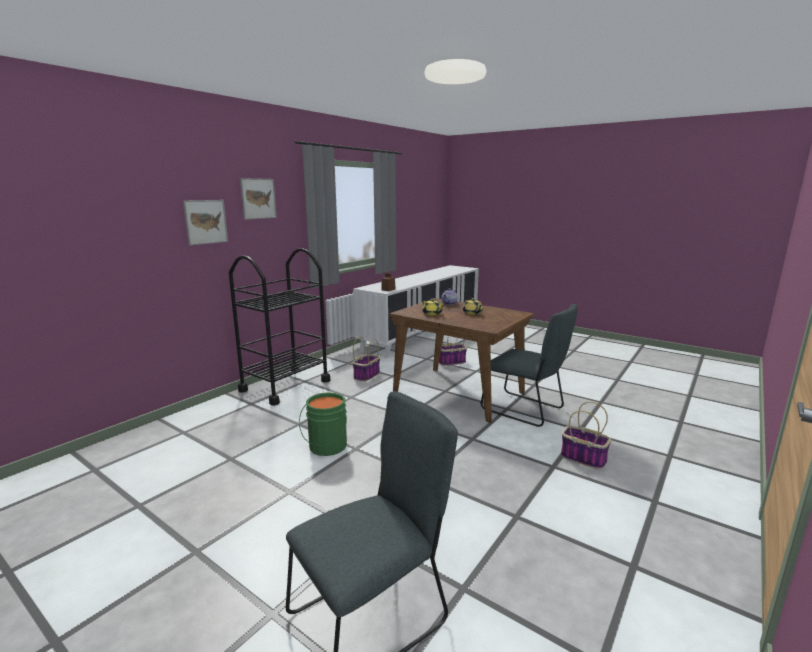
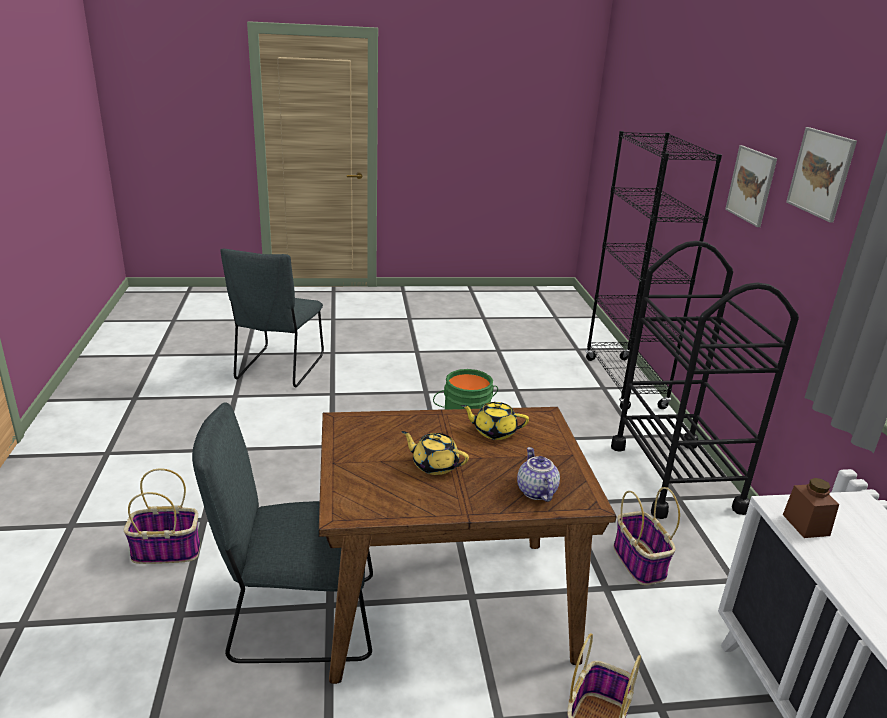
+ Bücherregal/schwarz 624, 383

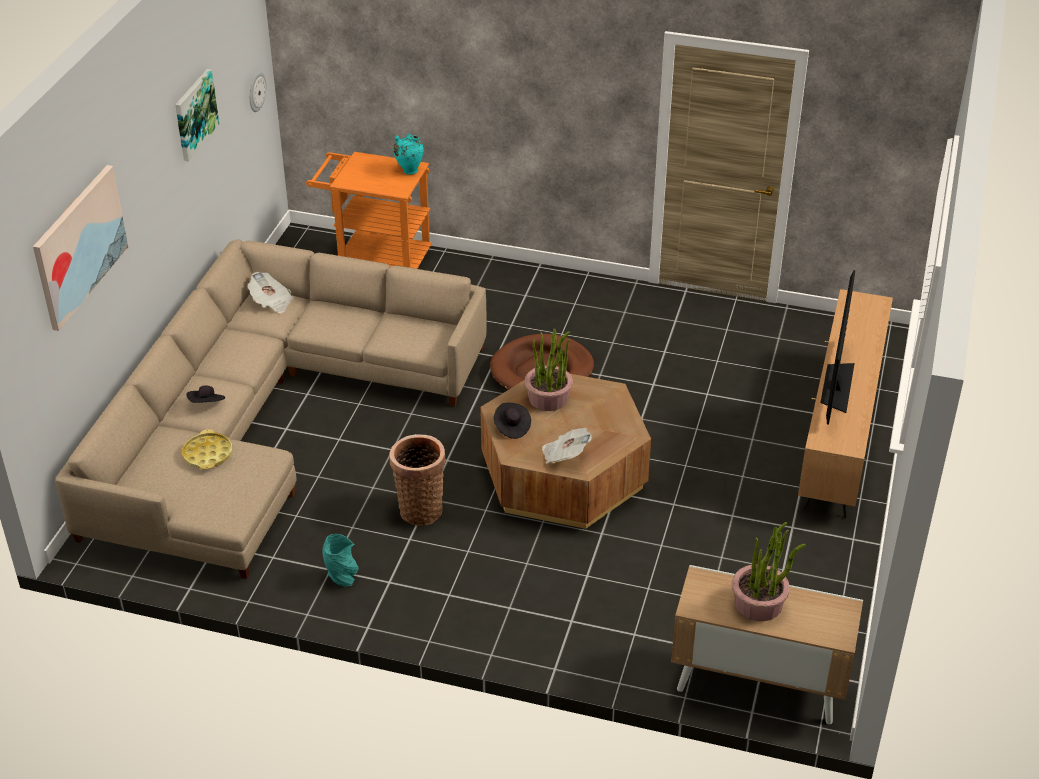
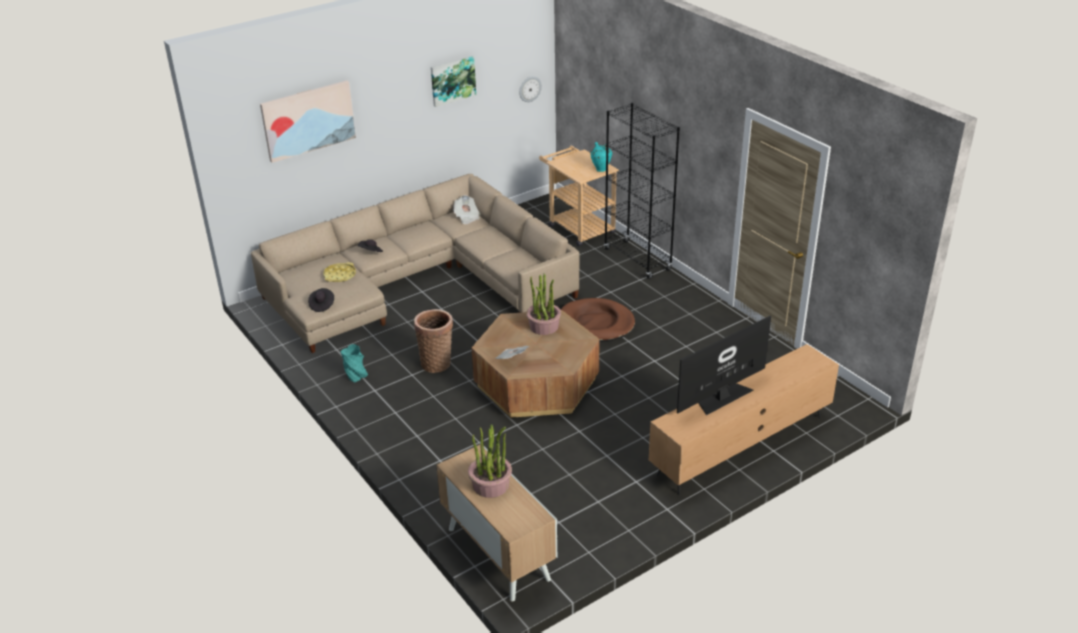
~ Hut/schwarz 511, 427 to 322, 305
~ Rollwagen/orange 375, 259 to Rollwagen/beige 578, 227
+ Bücherregal/schwarz 637, 260

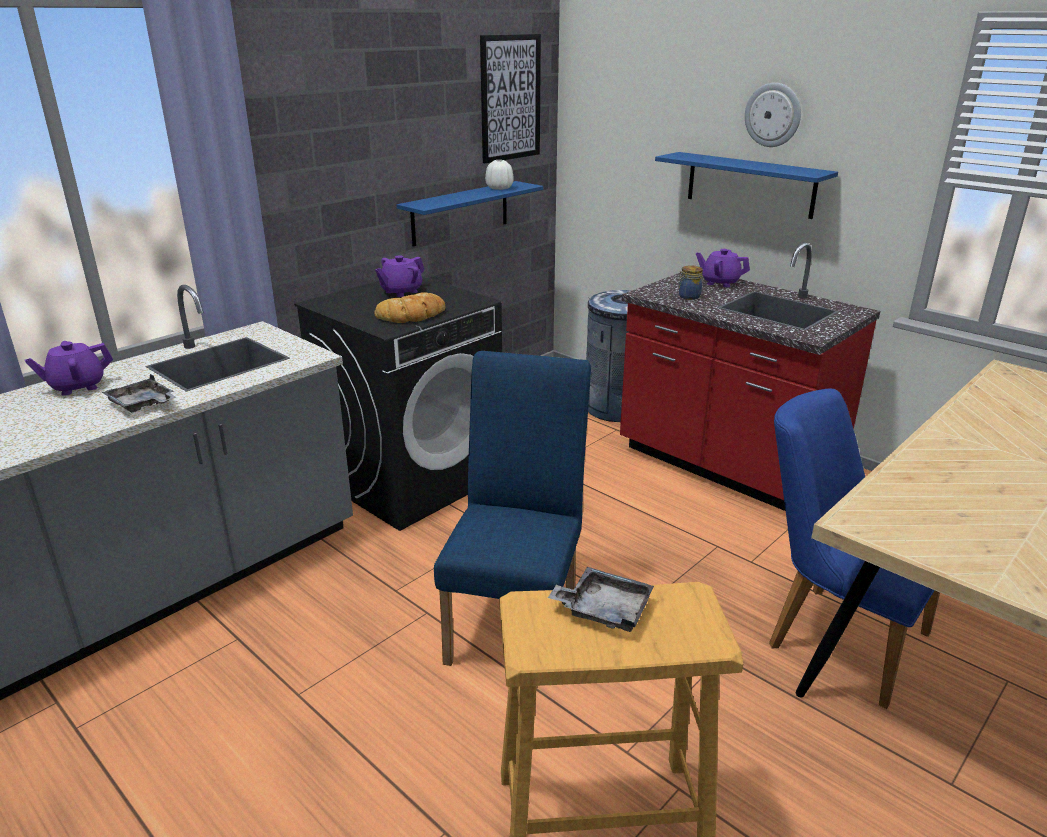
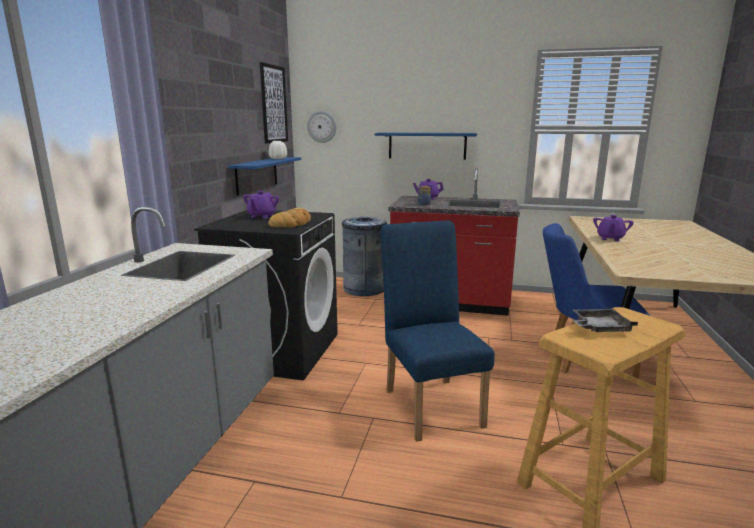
~ Wanduhr 773, 115 to 322, 126
~ Teekanne/lila 77, 386 to 610, 238
- Tablett/grau 142, 404

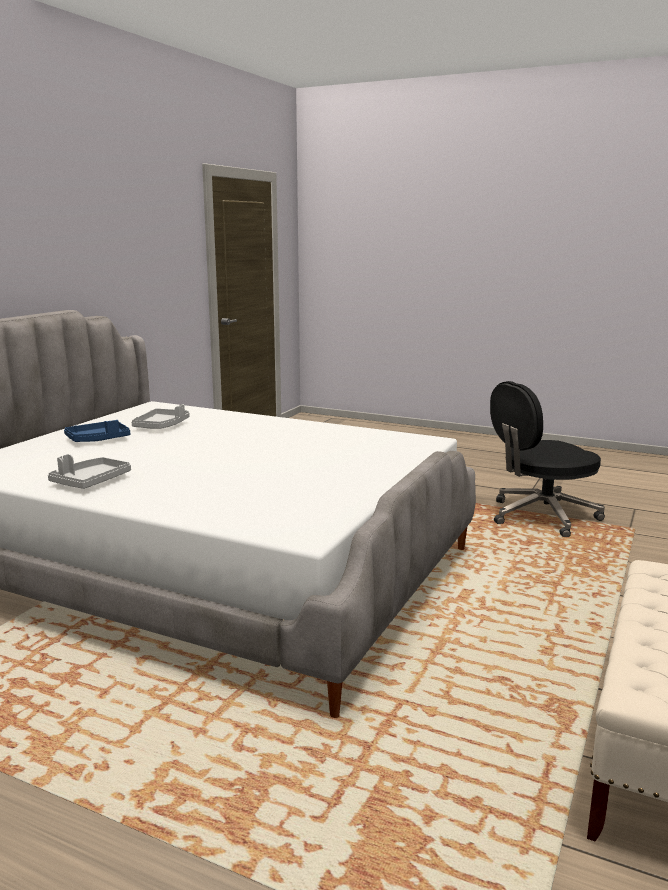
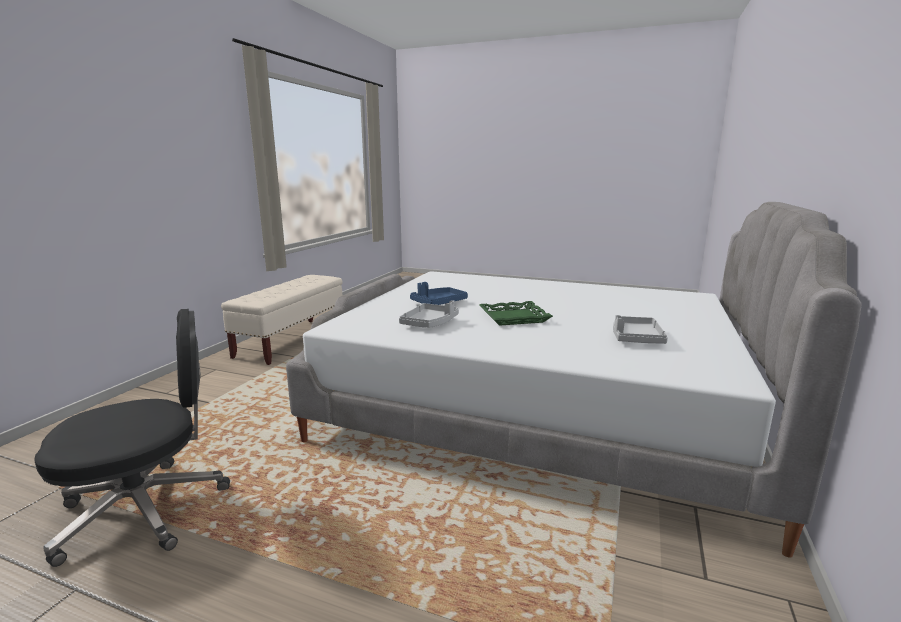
~ Tablett/grau 90, 482 to 430, 323
~ Tablett/blau 98, 440 to 438, 303
+ Tablett/grün 514, 317

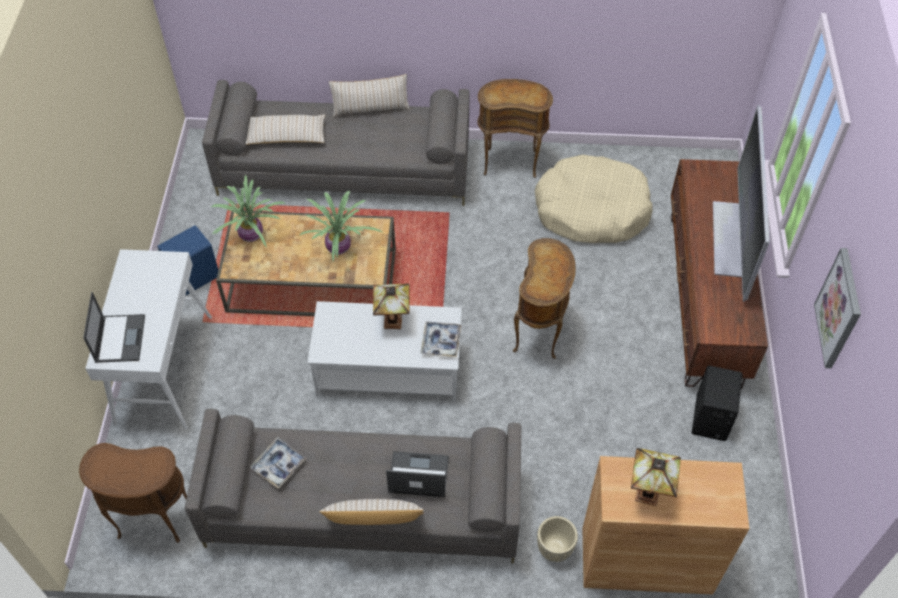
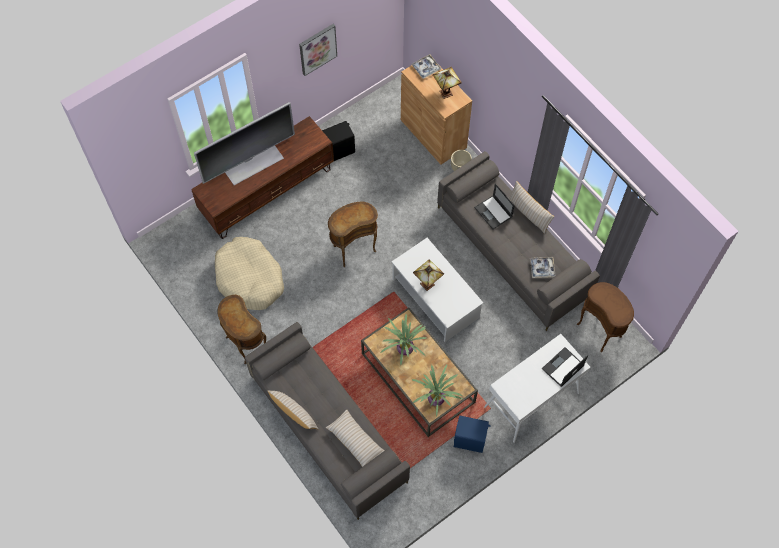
~ Tablett 441, 342 to 426, 68

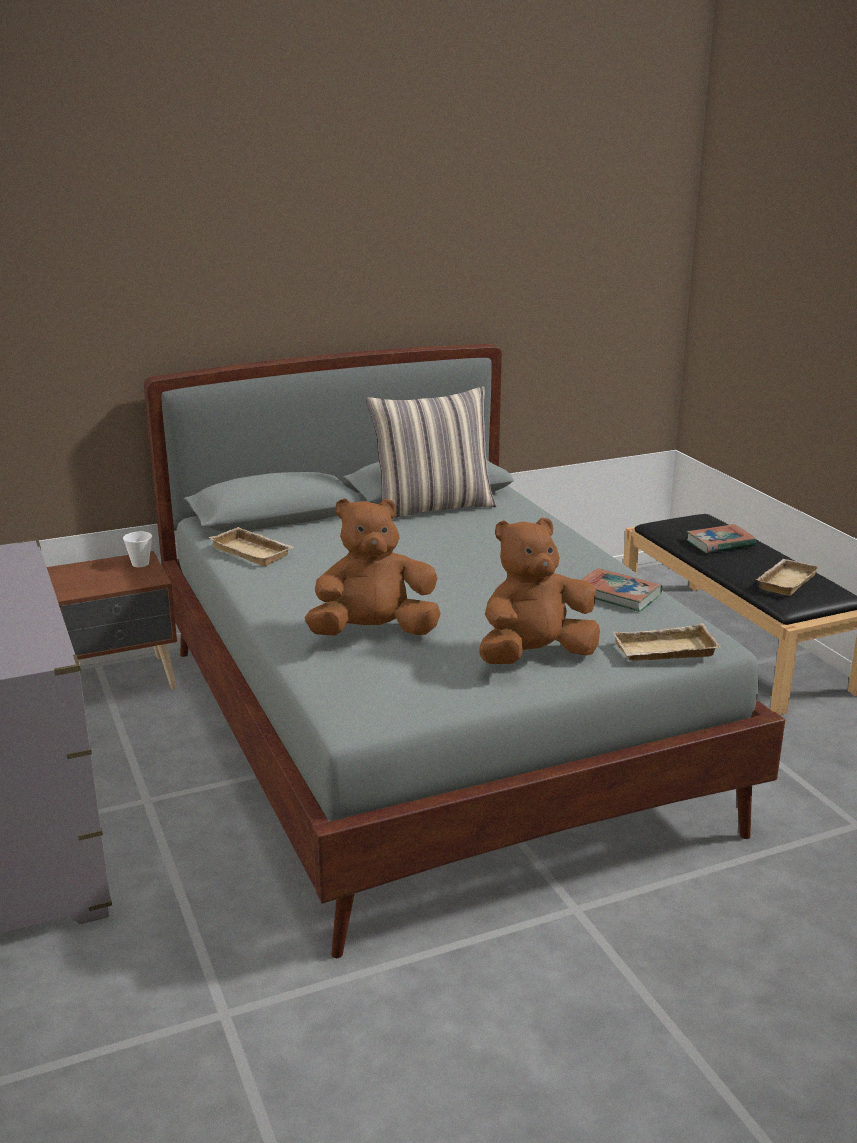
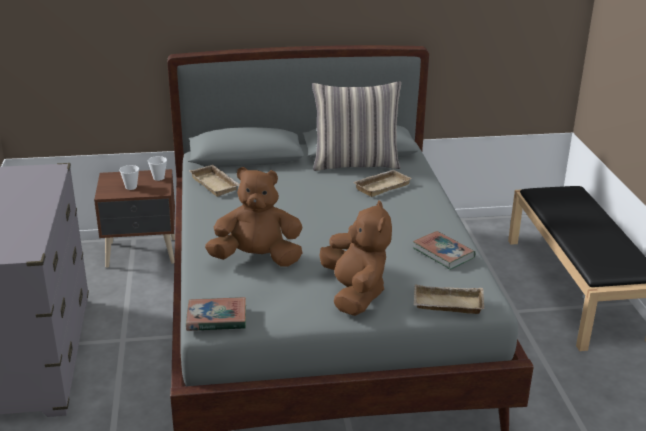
+ Tasse 131, 187
~ Buch 720, 543 to 216, 318
~ Plüschtier/braun 535, 656 = 354, 294 90 degrees clockwise
~ Tablett/beige 785, 581 to 381, 186

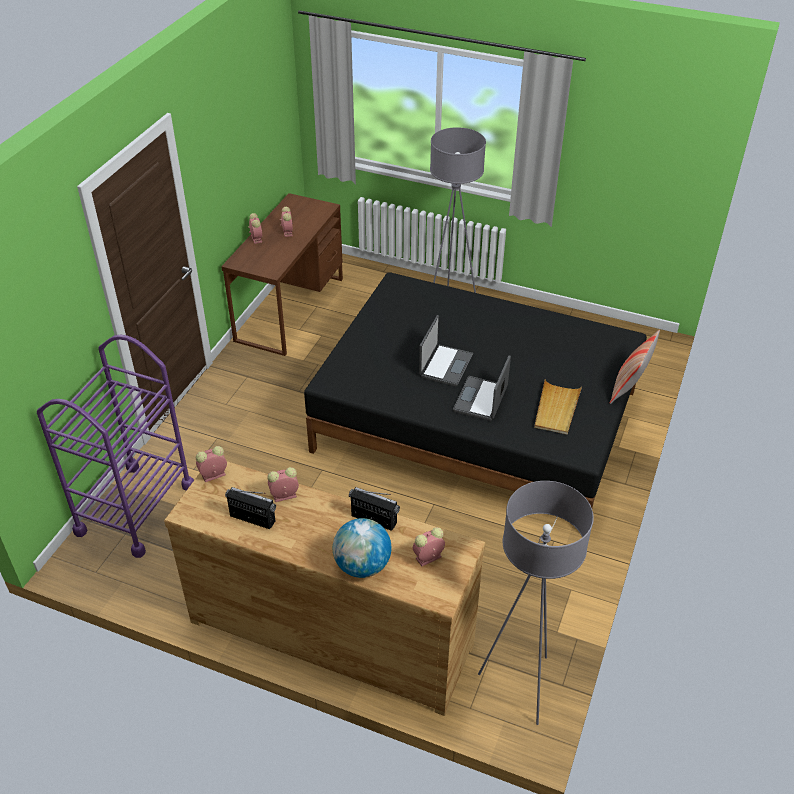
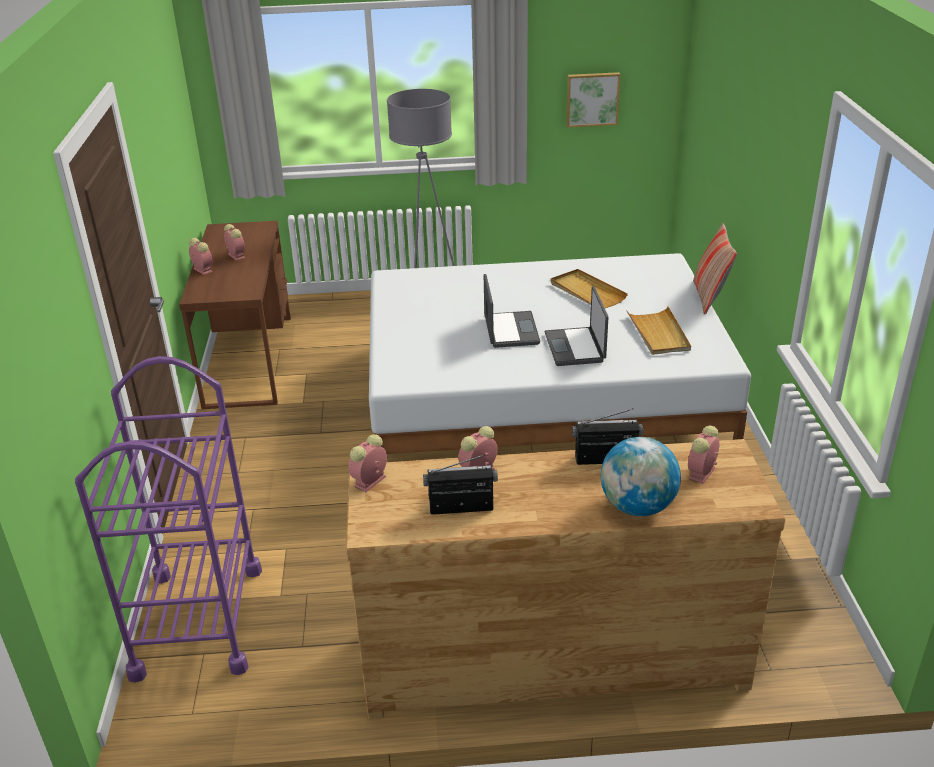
~ Bett/schwarz 476, 421 to Bett/weiß 542, 399
+ Tablett/beige 587, 292
+ Bild 592, 99
- Stehlampe/grau 520, 685

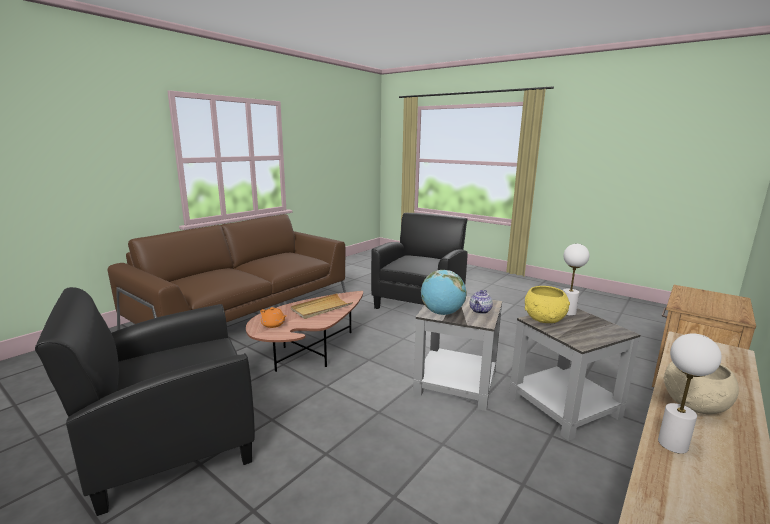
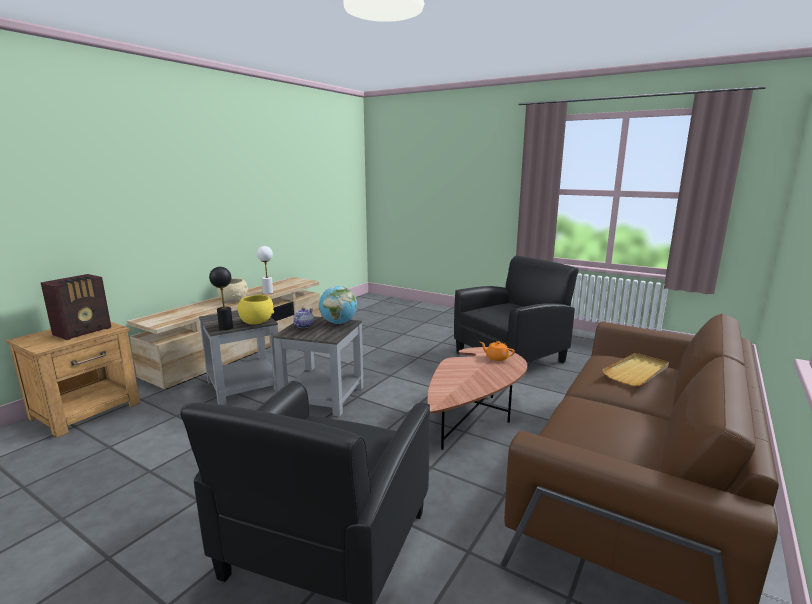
+ Radio 84, 331
~ Tischlampe/weiß 568, 312 to Tischlampe/schwarz 226, 328
~ Tablett/beige 321, 308 to 637, 372

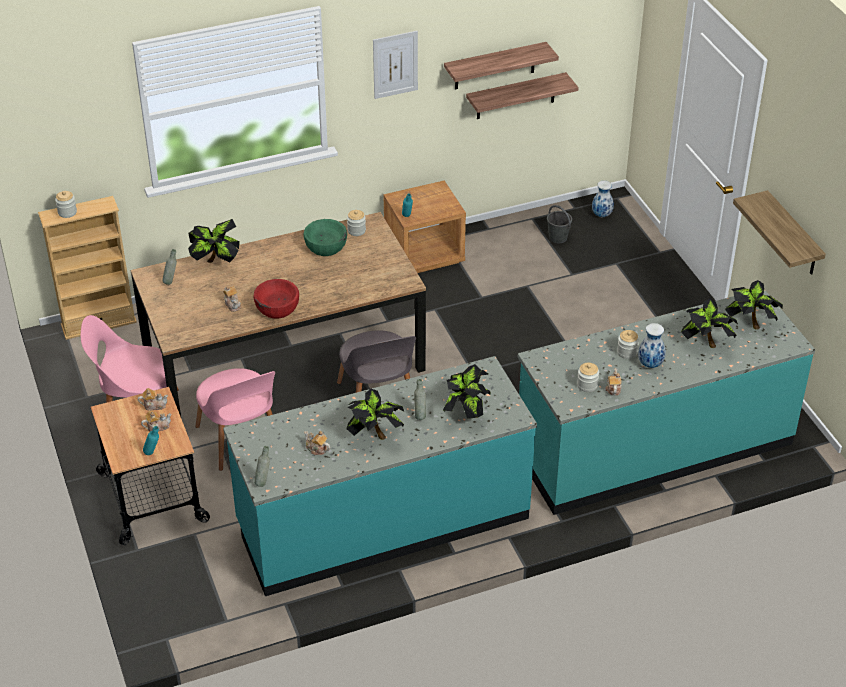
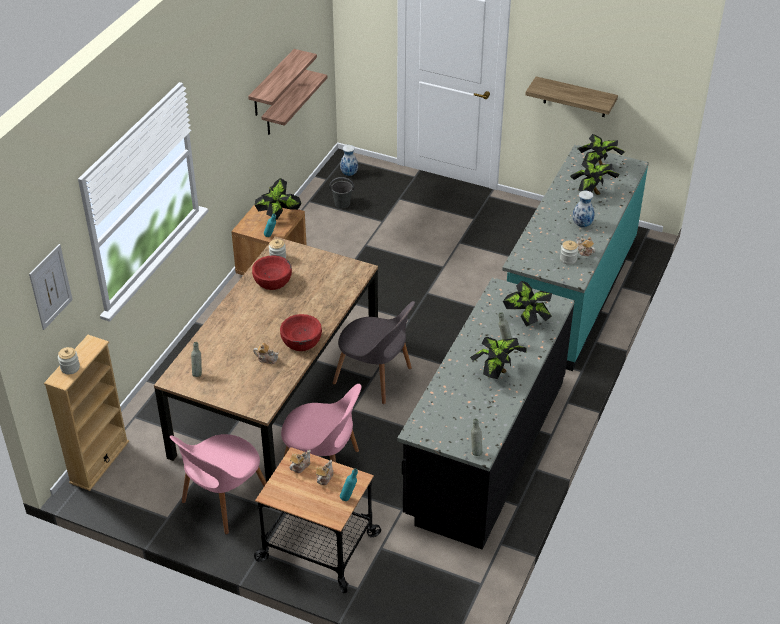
~ Bild 395, 64 to 50, 287
~ Schüssel/grün 326, 246 to Schüssel/rot 272, 280
~ Topfpflanze 216, 262 to 279, 218
~ Küchenzeile/türkis 382, 521 to Küchenzeile/schwarz 484, 448
- Teekanne 316, 449
- Vorratsglas 627, 352

